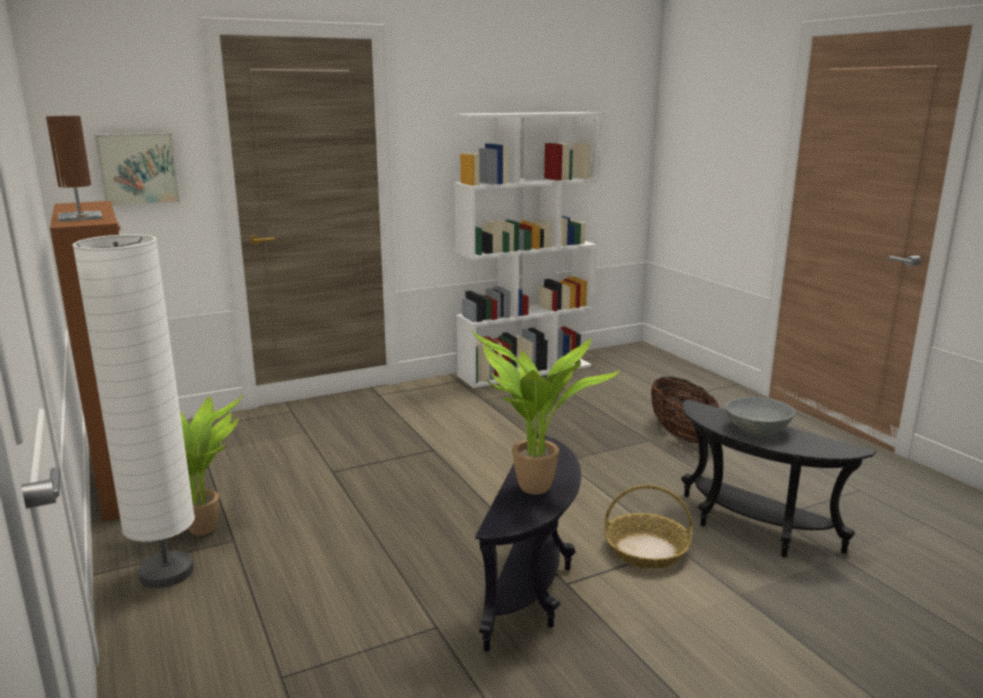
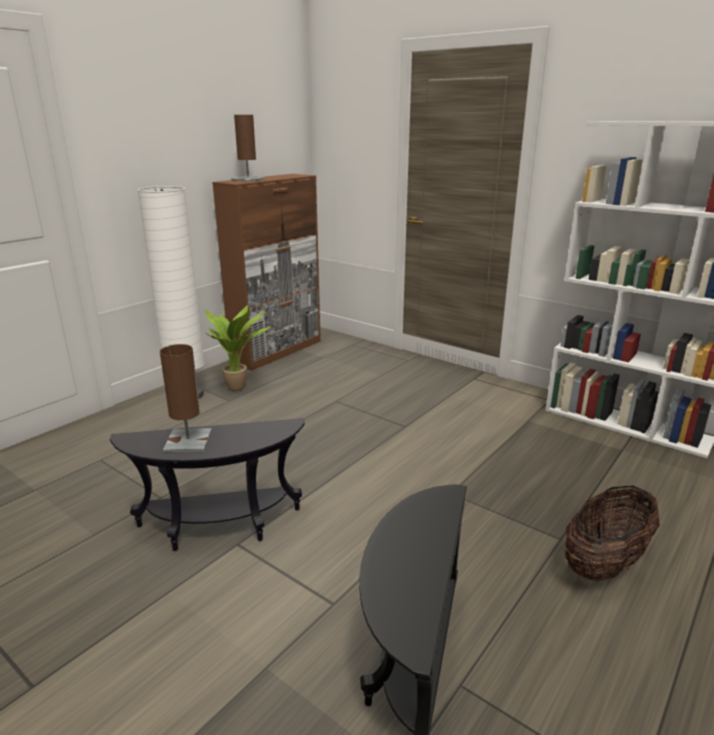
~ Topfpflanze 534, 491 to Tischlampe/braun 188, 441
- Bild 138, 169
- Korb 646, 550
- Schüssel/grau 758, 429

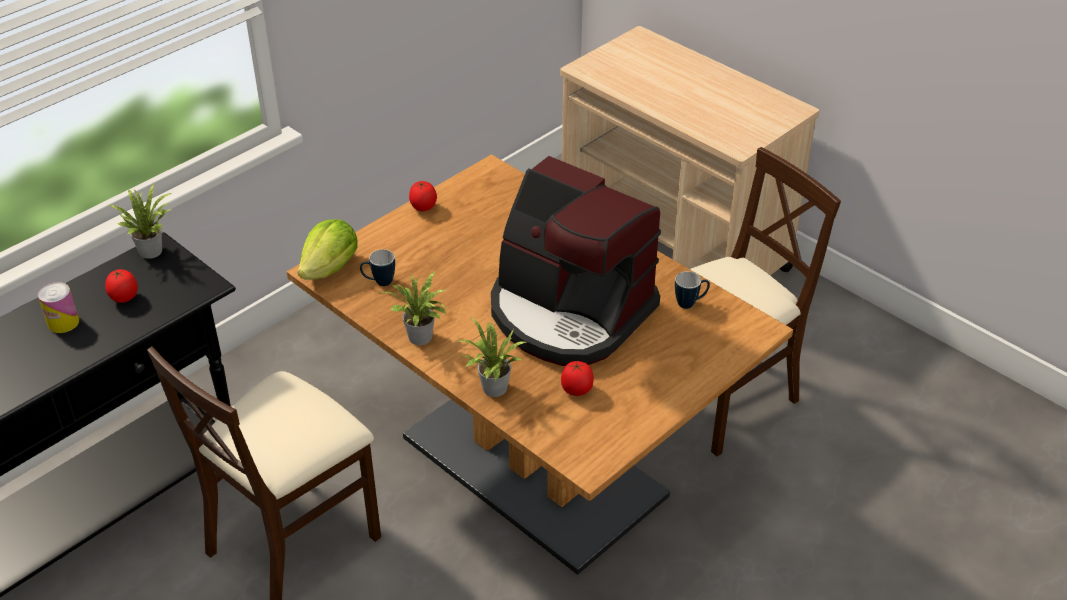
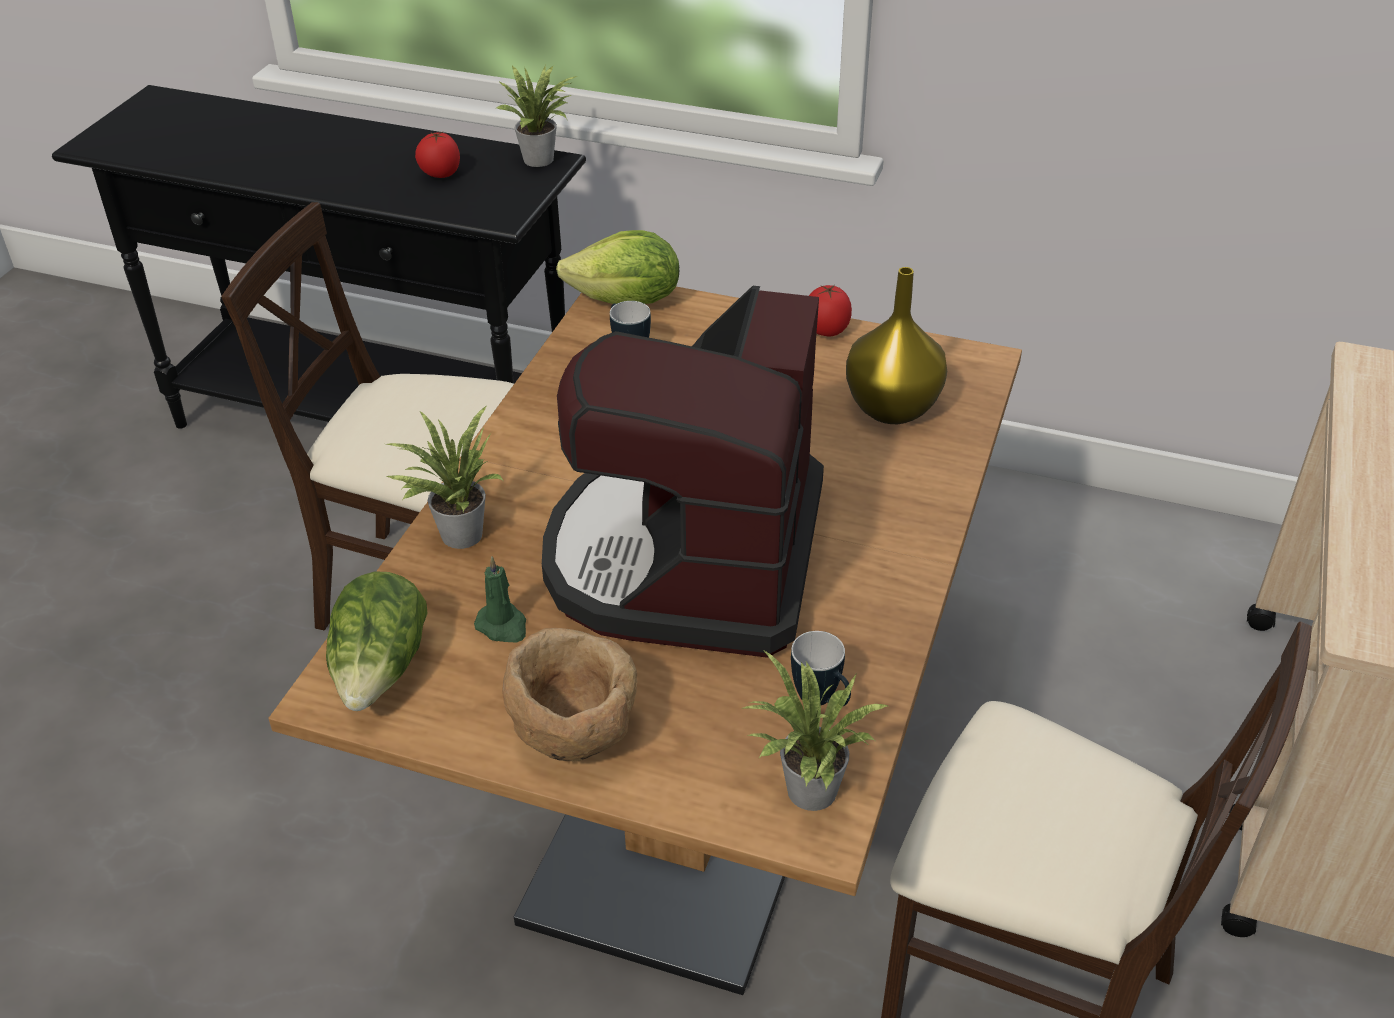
+ Salatkopf 381, 669
~ Tomate 577, 391 to Kerze/grün 503, 626
+ Schüssel/braun 575, 735
~ Topfpflanze 421, 339 to 807, 795
+ Vase/gelb 894, 407
- Dose 63, 322

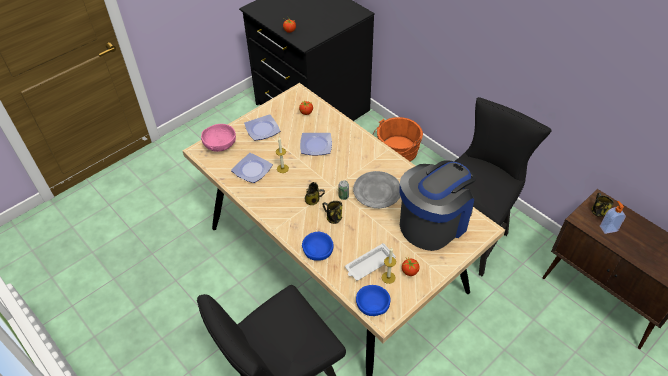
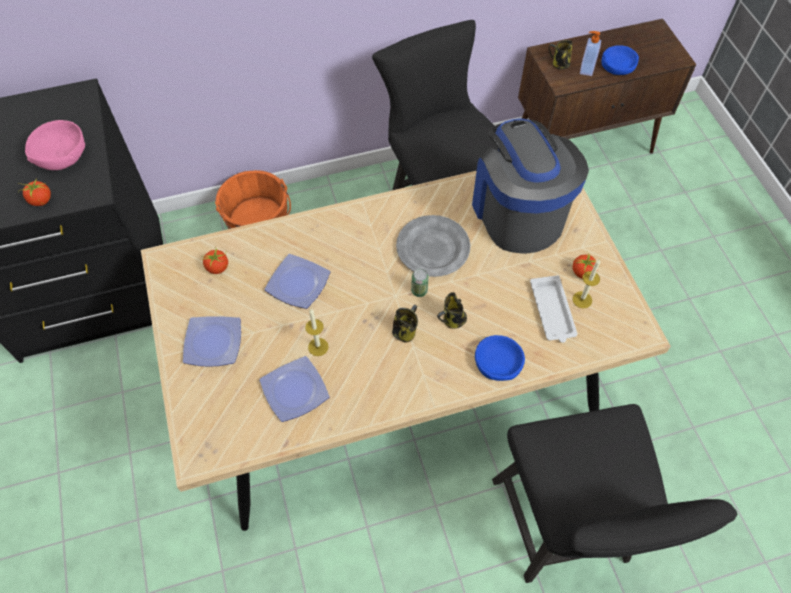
~ Schüssel/rosa 220, 145 to 62, 157
~ Schüssel/blau 372, 303 to 618, 65

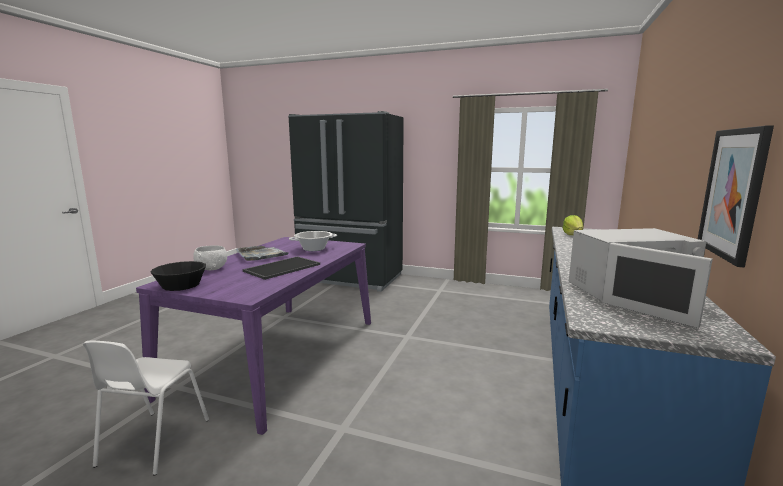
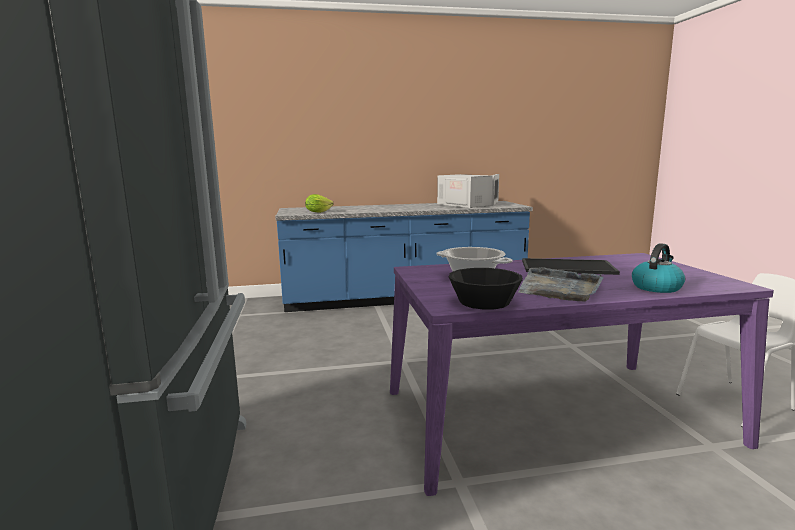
~ Schüssel/schwarz 181, 285 to 484, 301
~ Schüssel/weiß 212, 268 to Wasserkessel 656, 287
- Bild 733, 193

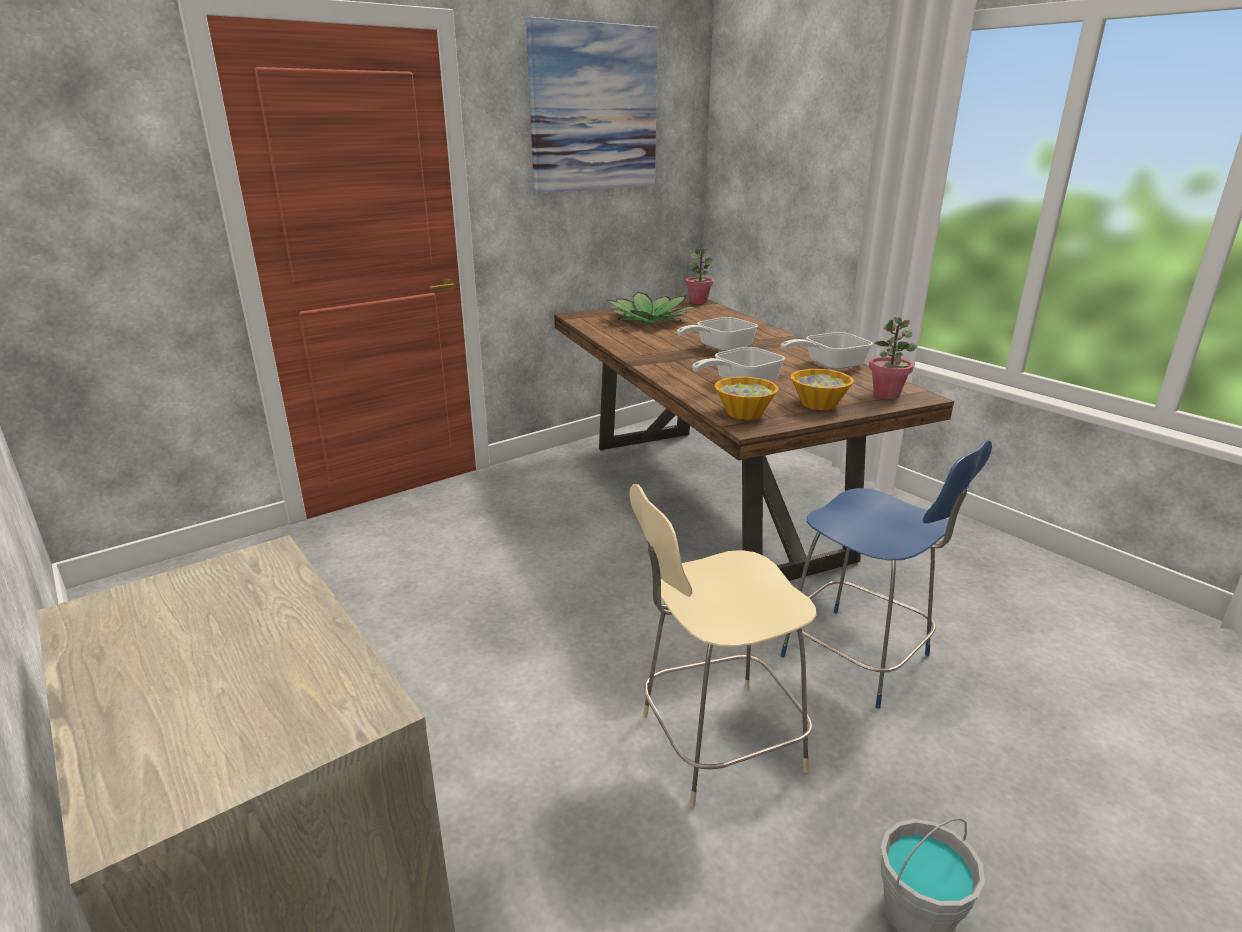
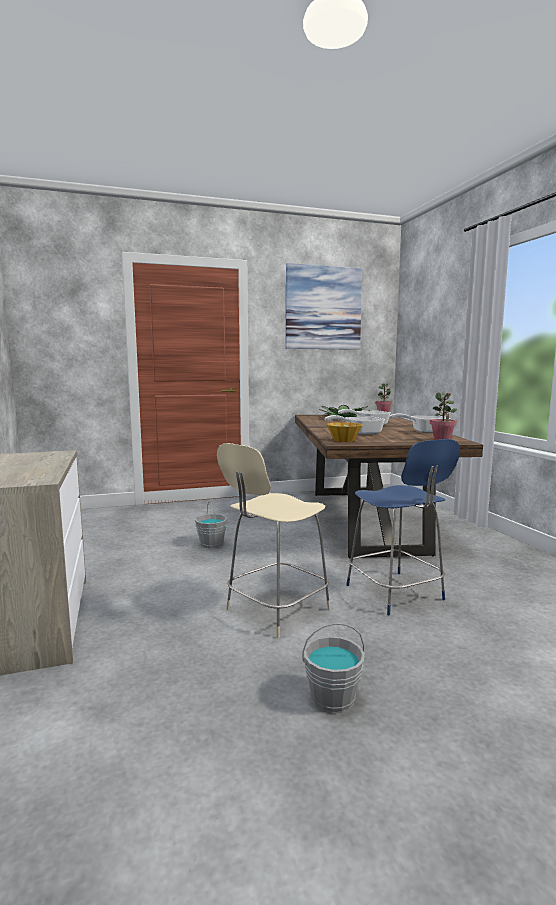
+ Eimer/grau 212, 544
~ Stuhl/beige 715, 744 = 275, 611 45 degrees counterclockwise
- Schüssel 818, 404

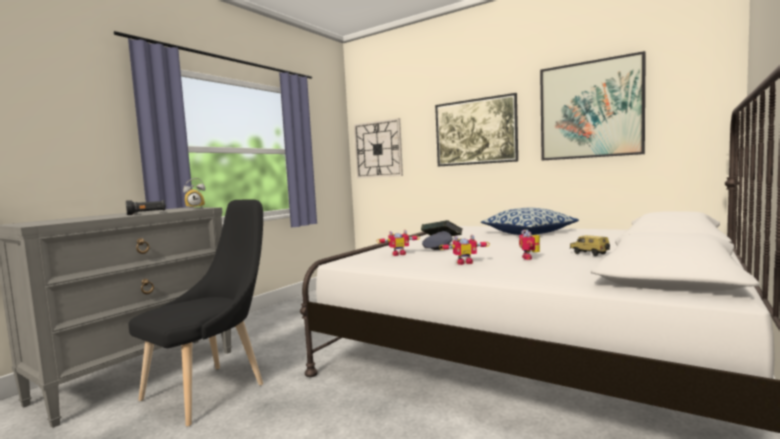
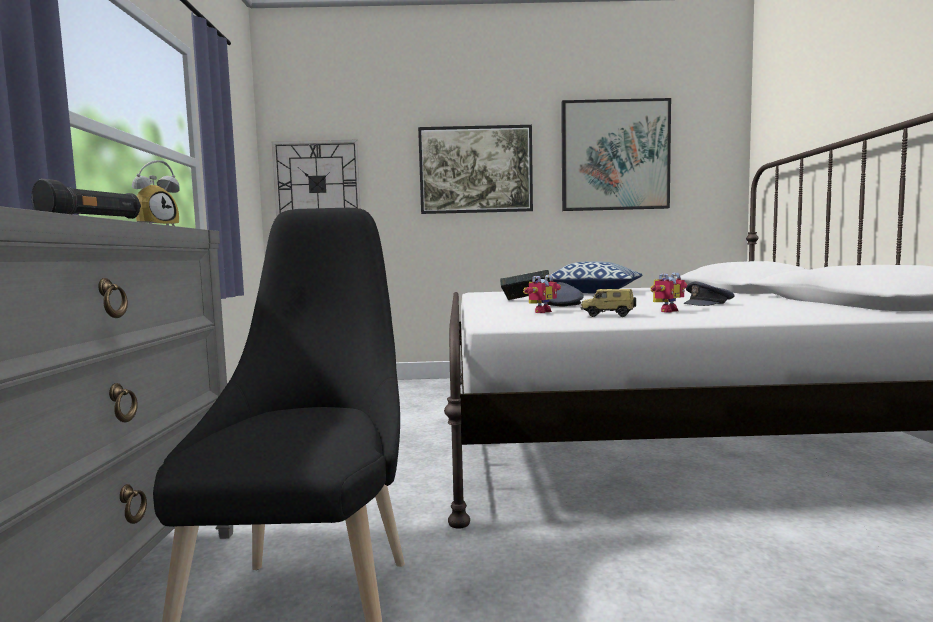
~ Spielzeugauto 588, 254 to 607, 316
~ Spielzeugroboter 530, 258 to Kappe/grau 708, 304

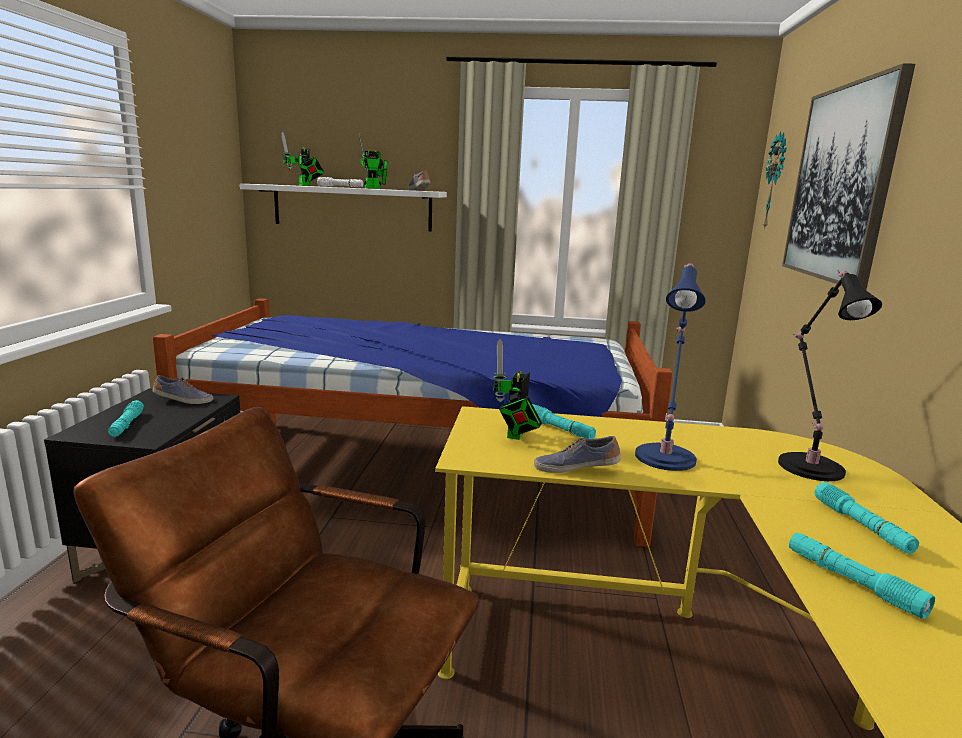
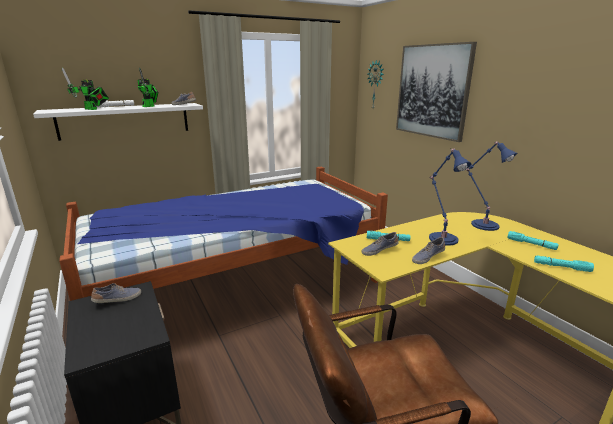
~ Spielzeugroboter 515, 436 to Schuh 379, 250
~ Tischlampe/schwarz 808, 465 to Tischlampe/blau 482, 224
- Taschenlampe/türkis 127, 425

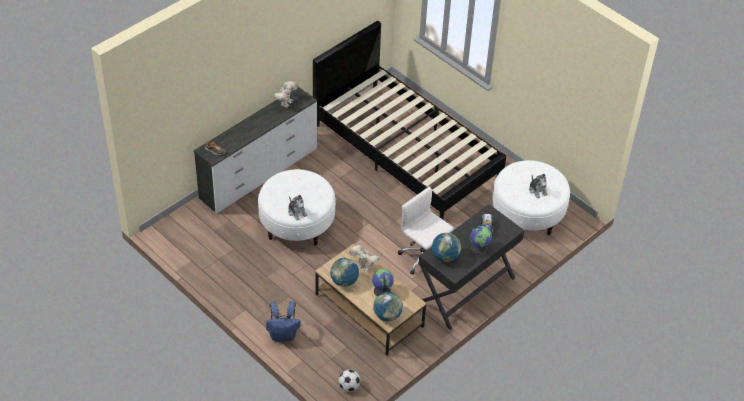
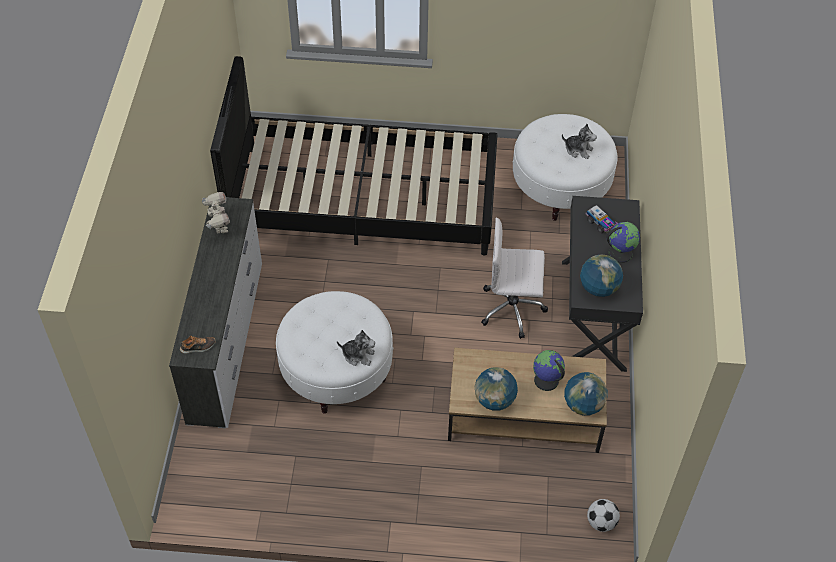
- Rucksack/blau 283, 335
- Spielzeugroboter 363, 266

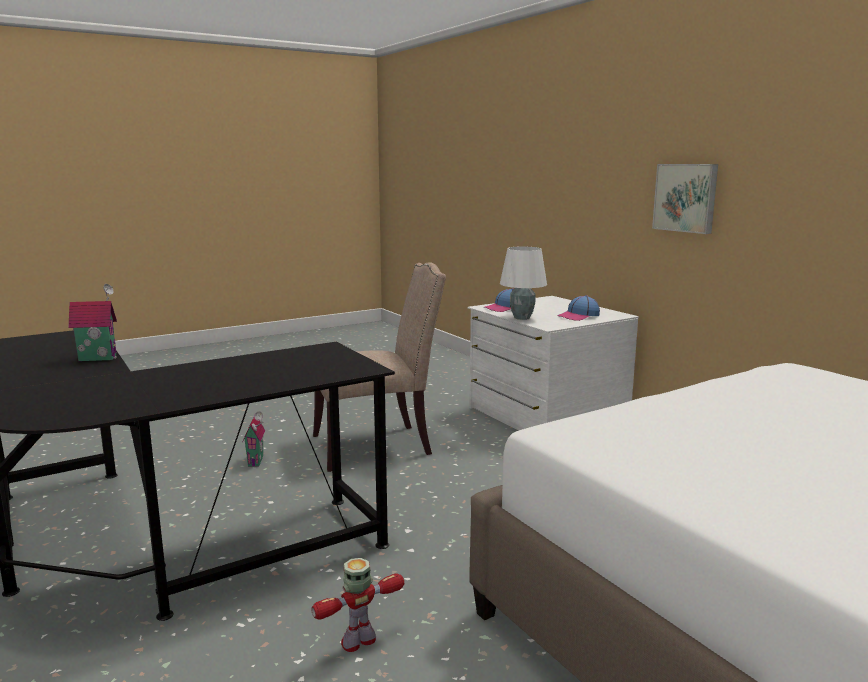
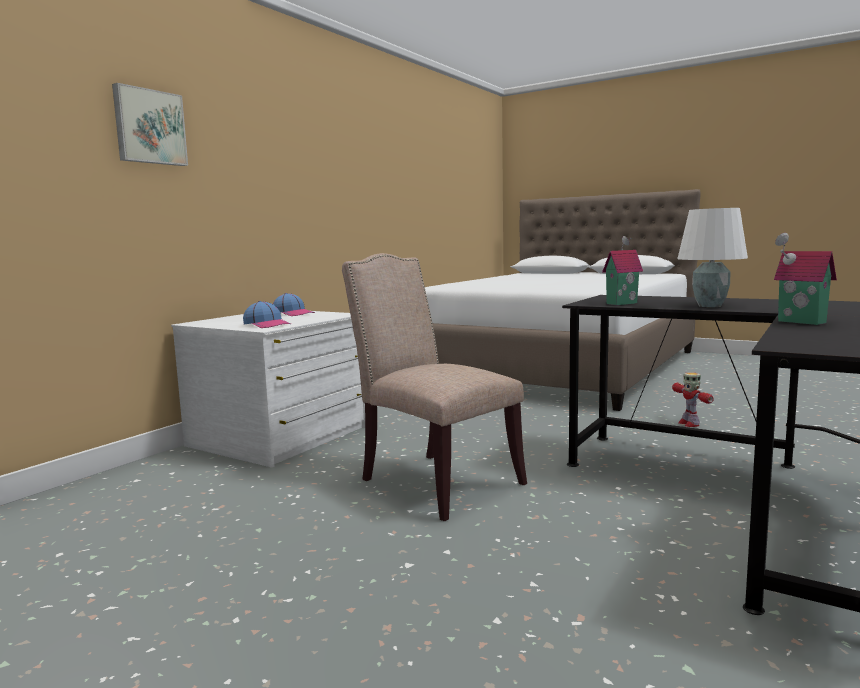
~ Bild 686, 197 to 149, 127
~ Spielzeughaus 257, 461 to 620, 303
~ Spielzeugroboter 359, 641 = 689, 423 45 degrees clockwise
~ Tischlampe/weiß 522, 318 to 709, 306

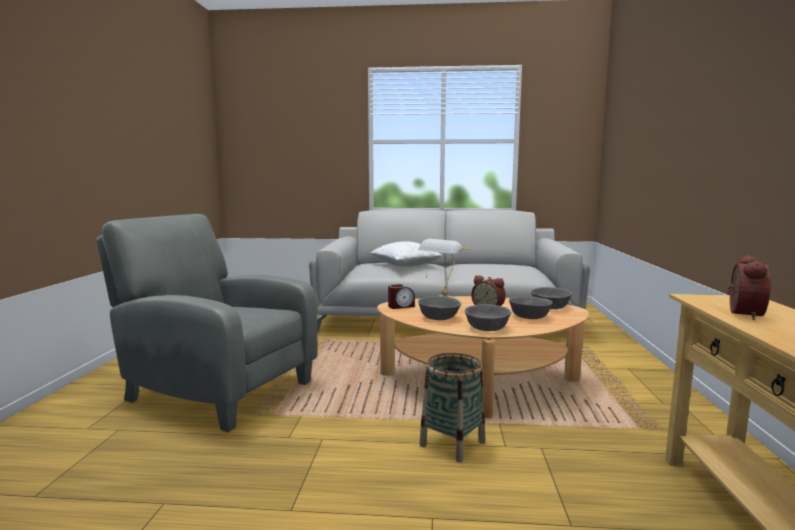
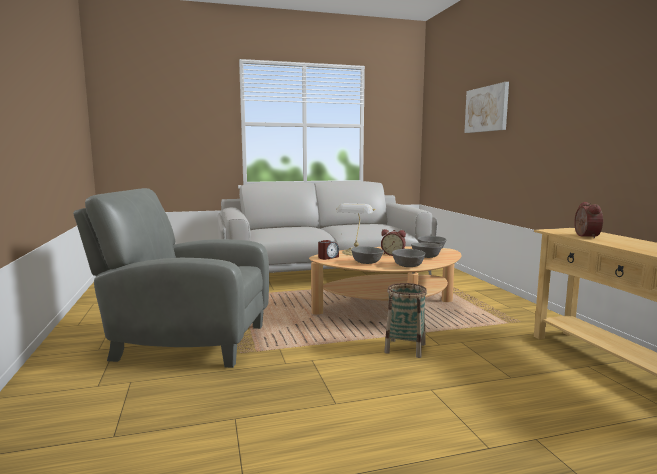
+ Bild 486, 109
- Kissen/weiß 405, 265

